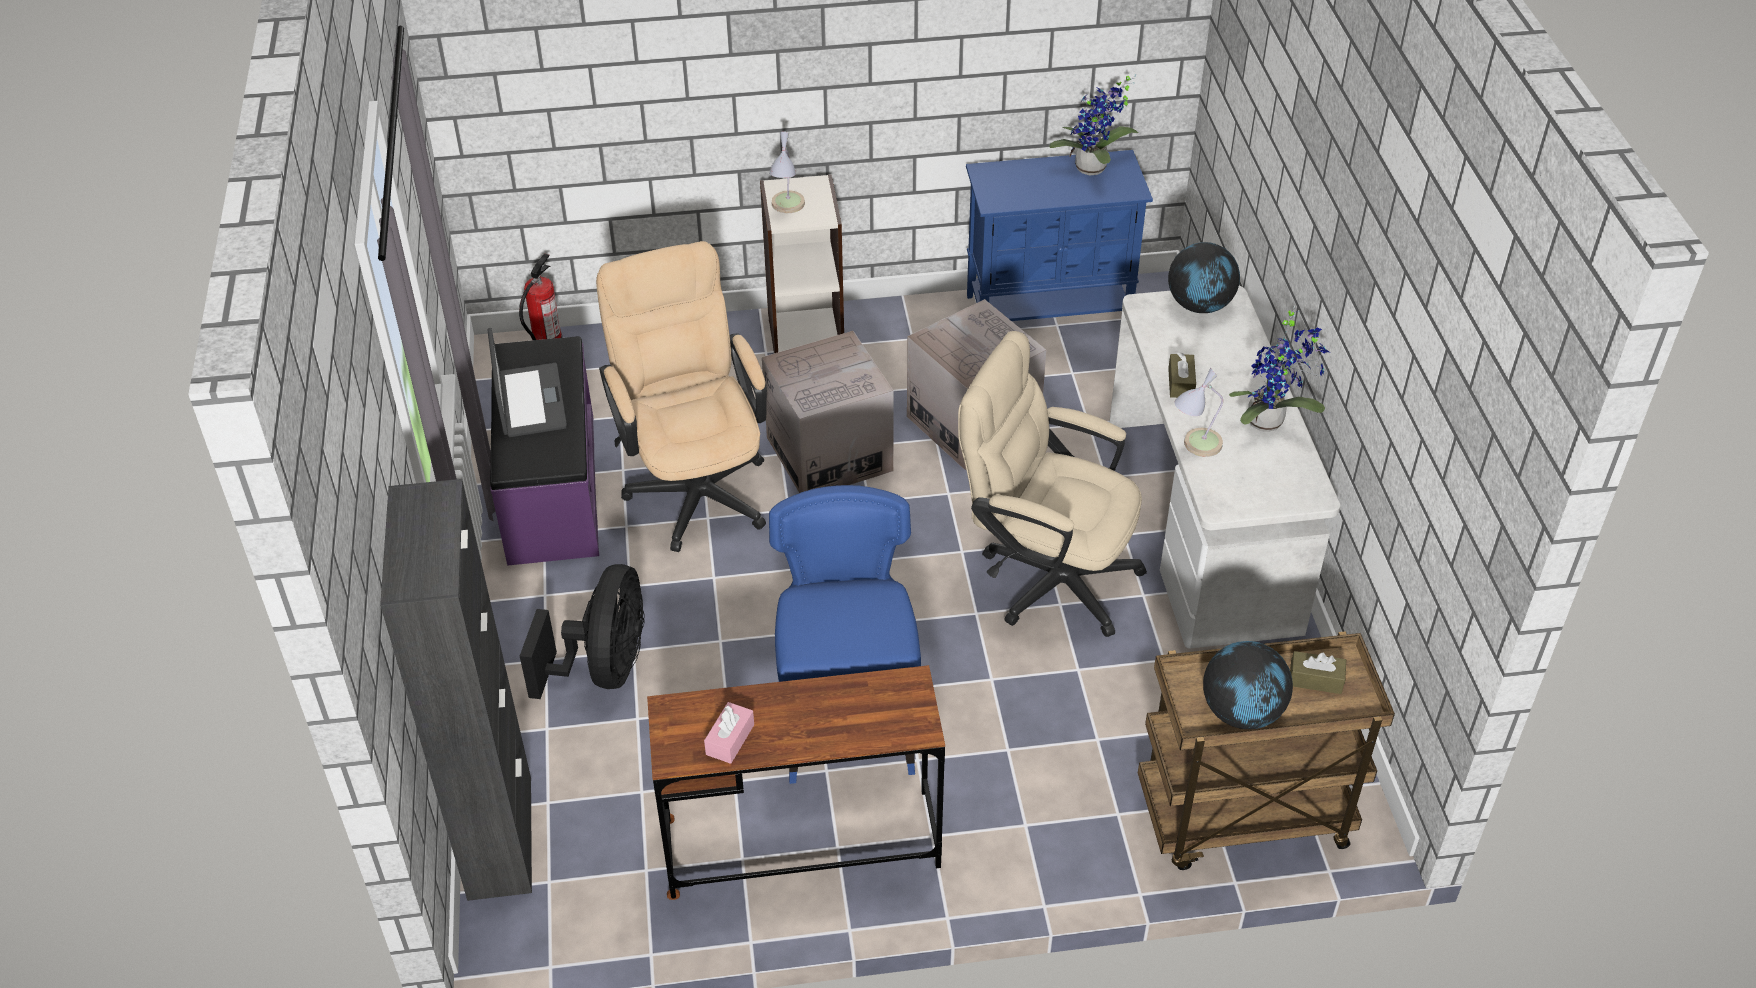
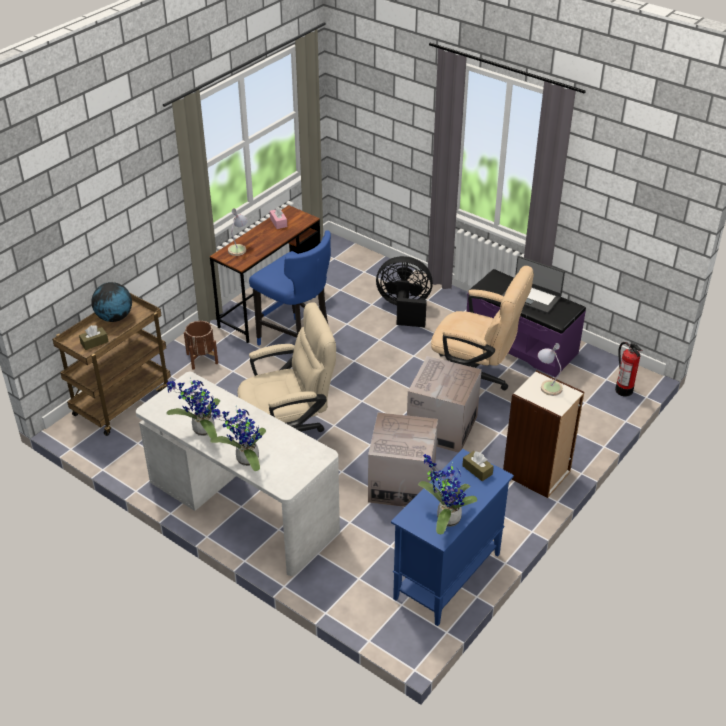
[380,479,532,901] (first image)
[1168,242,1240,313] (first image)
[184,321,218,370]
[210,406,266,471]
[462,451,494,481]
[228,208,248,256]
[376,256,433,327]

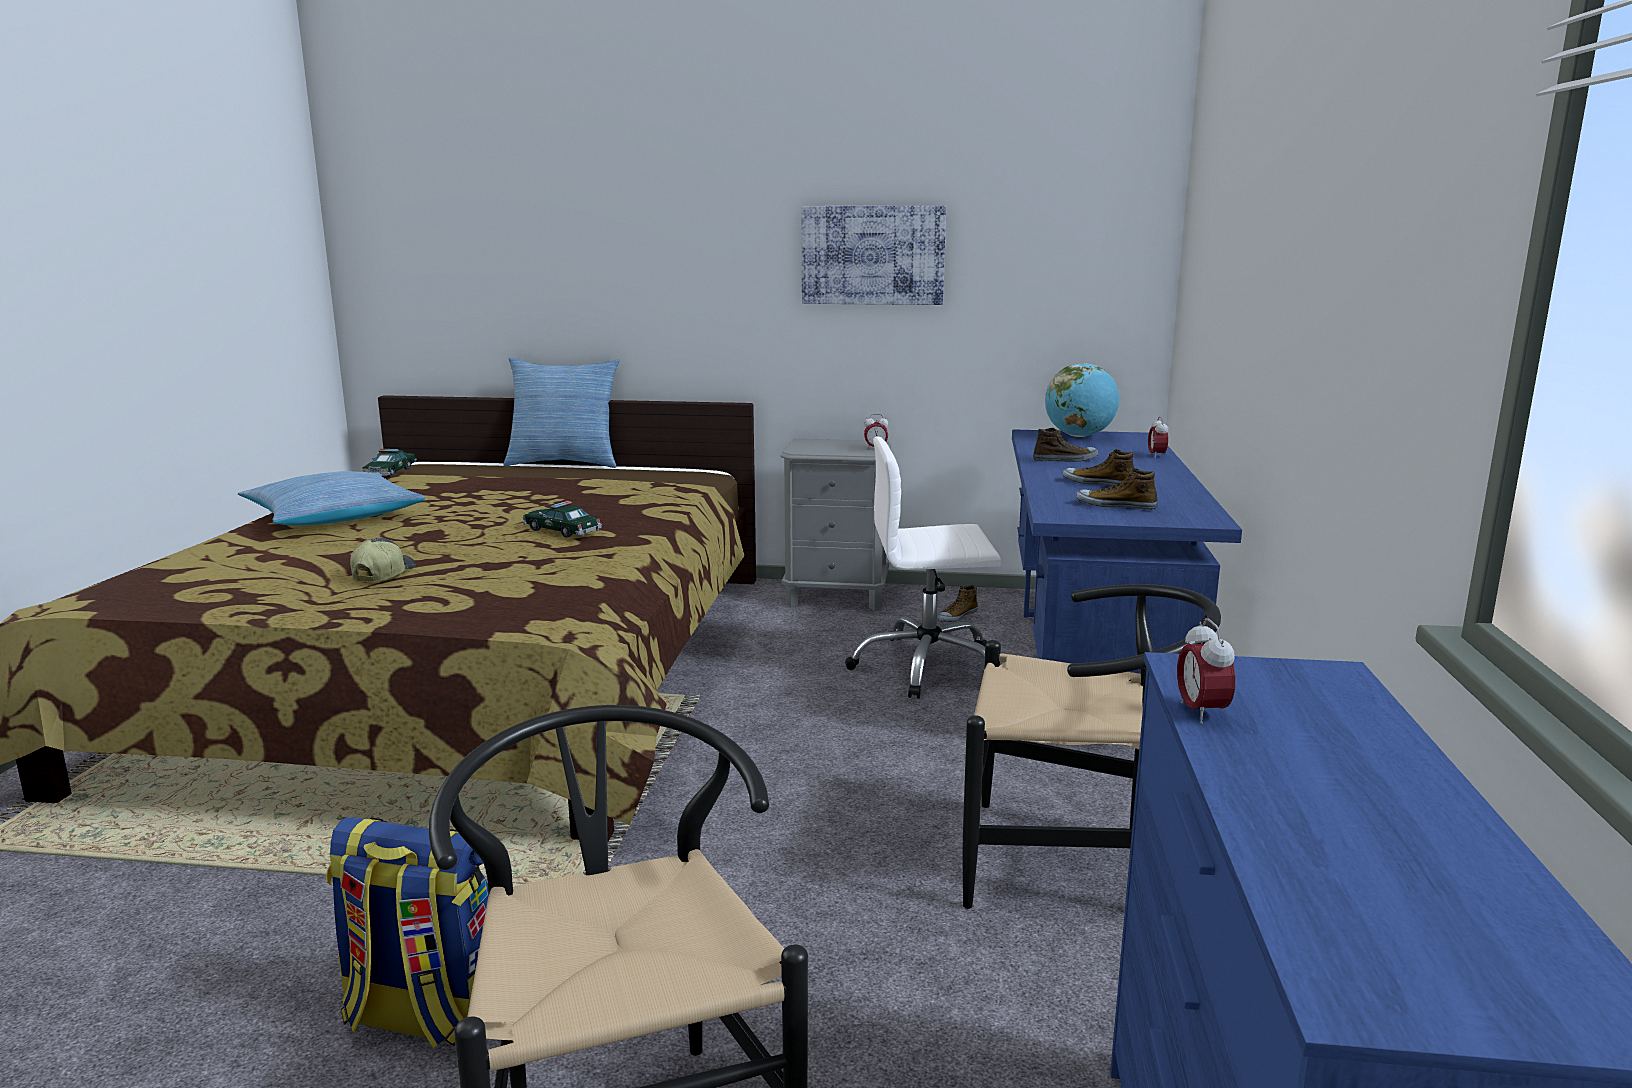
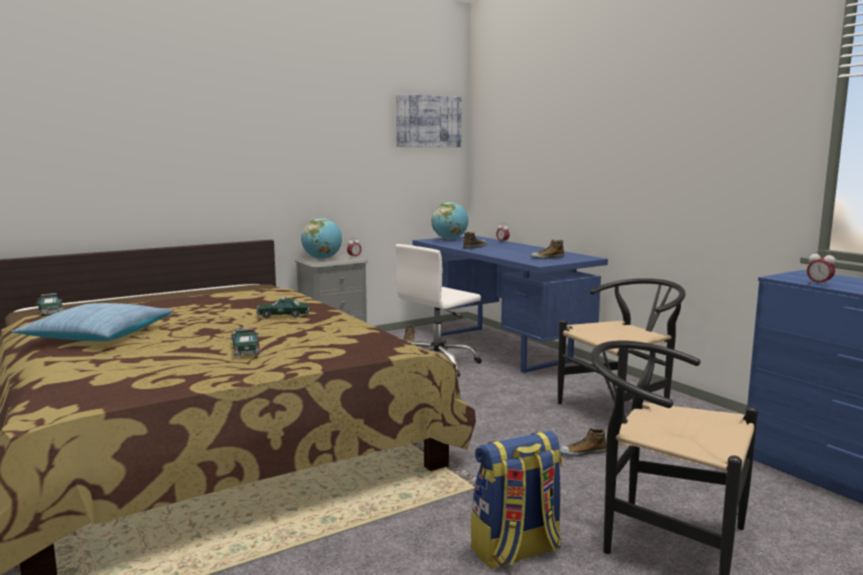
[504,357,620,468] (first image)
[301,218,342,259]
[396,94,461,147]
[560,428,606,457]
[231,328,261,356]

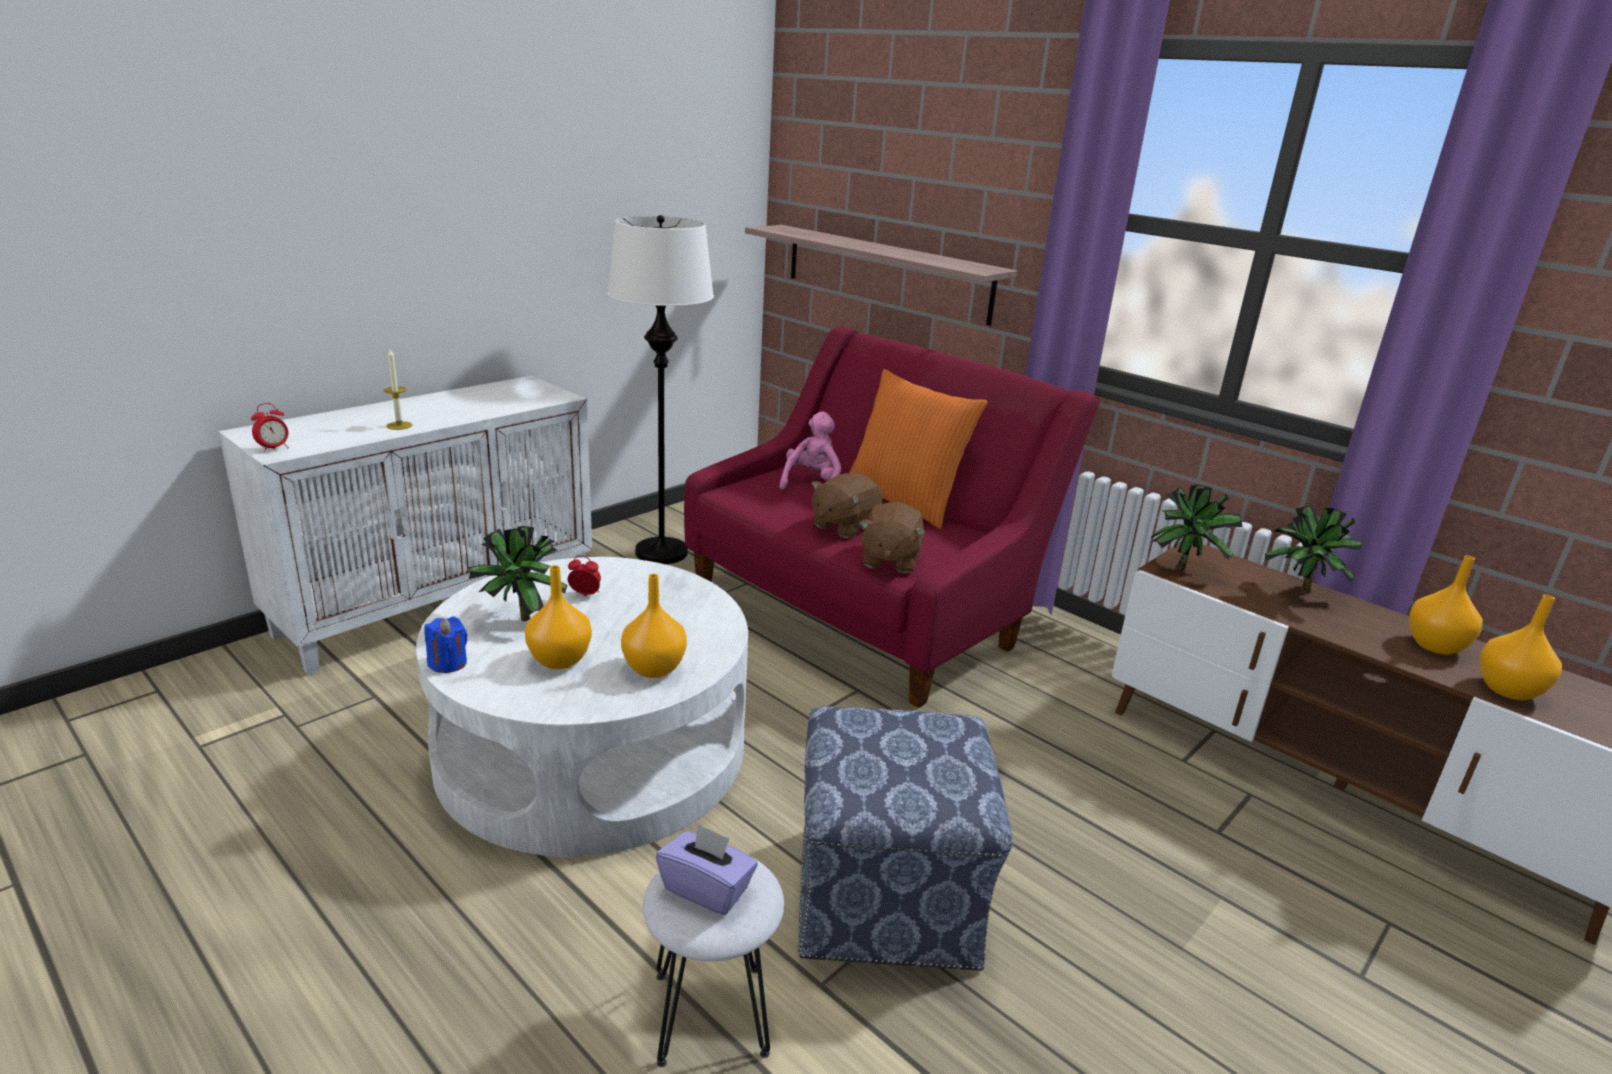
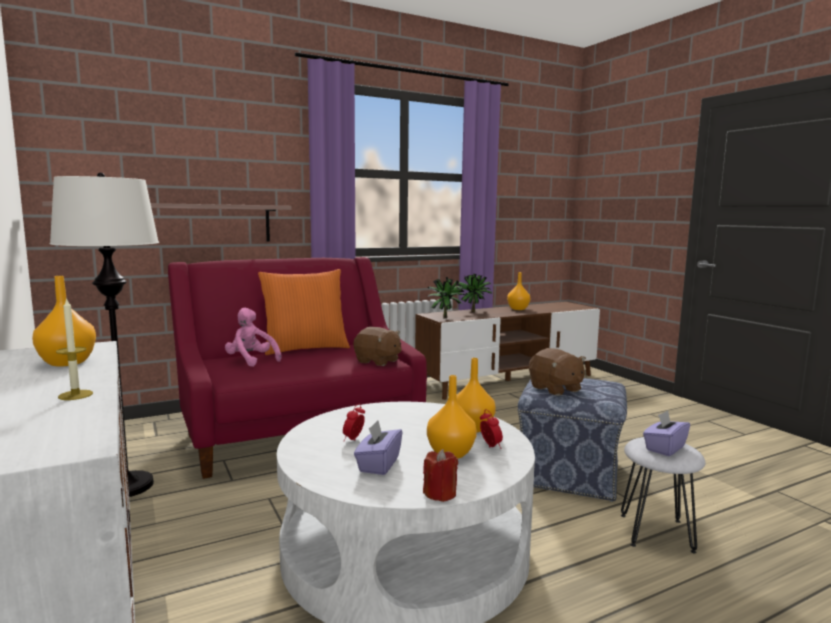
[480,409,503,449]
[529,348,586,396]
[32,276,96,367]
[354,420,402,475]
[423,449,458,502]

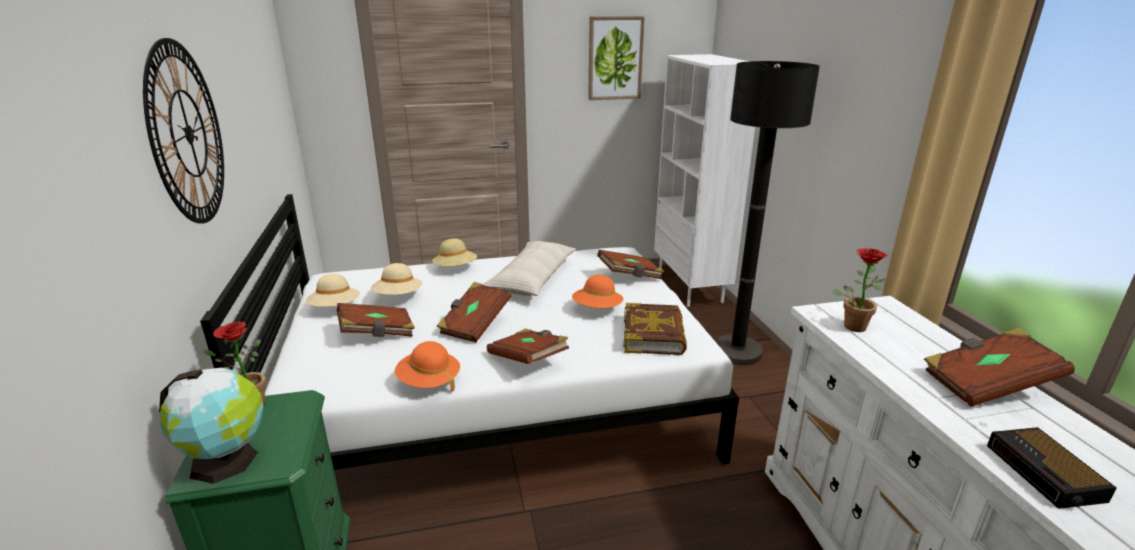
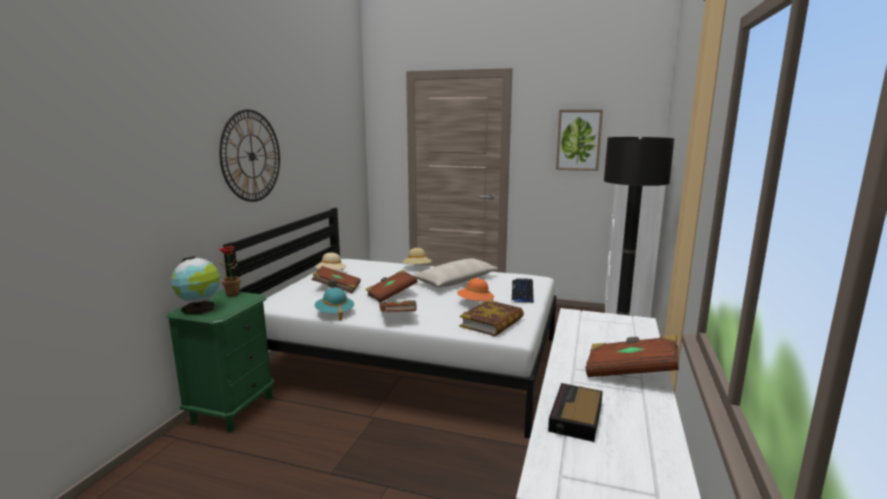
[371,263,422,295] (first image)
[832,248,888,332] (first image)
[512,278,534,303]
[315,287,354,320]

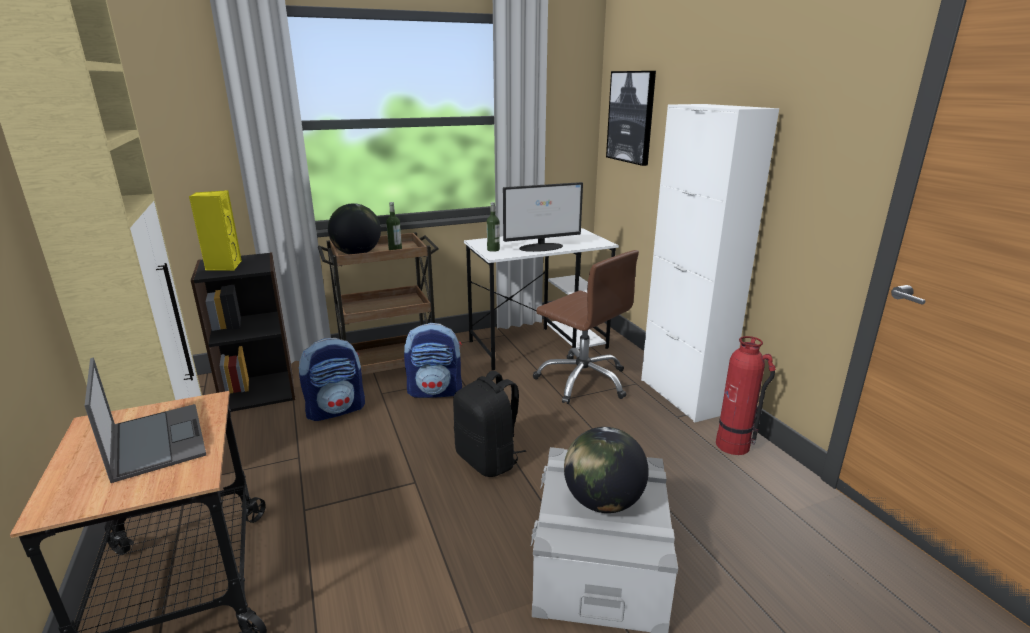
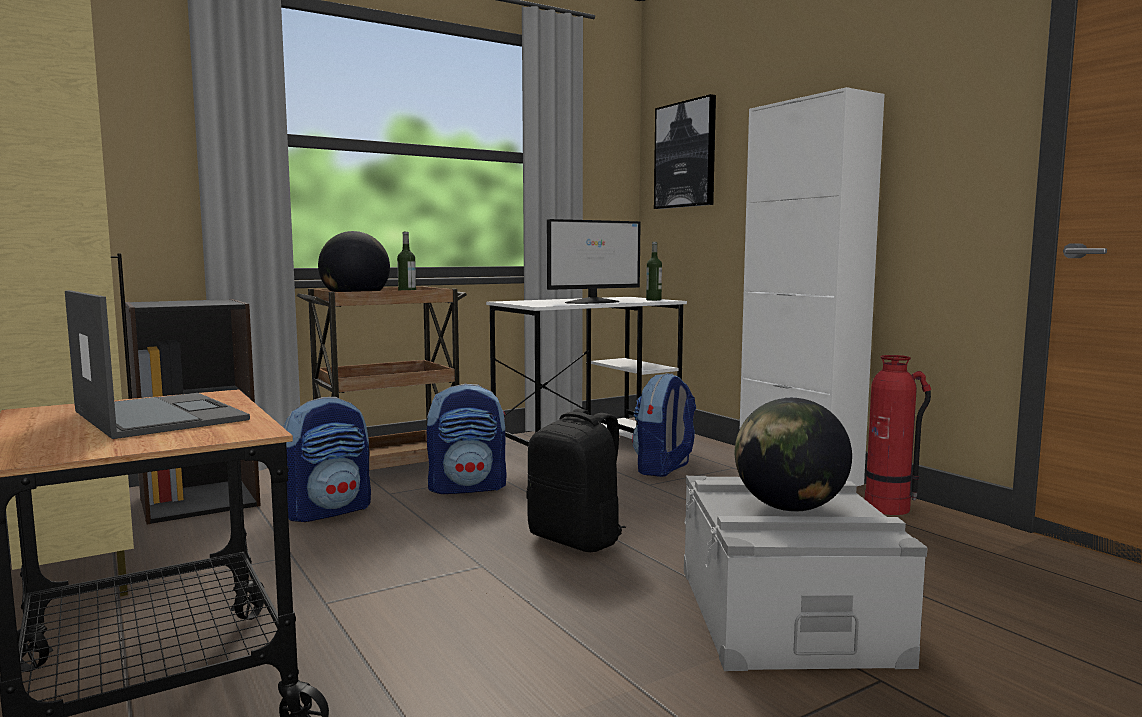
[189,190,242,271] (first image)
[646,242,662,301]
[632,373,696,477]

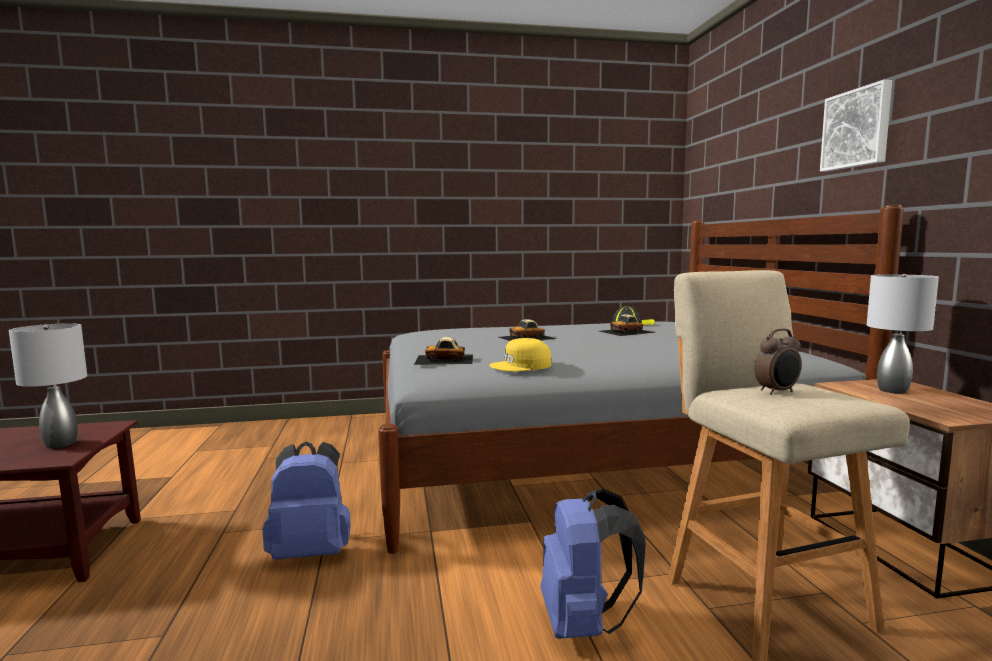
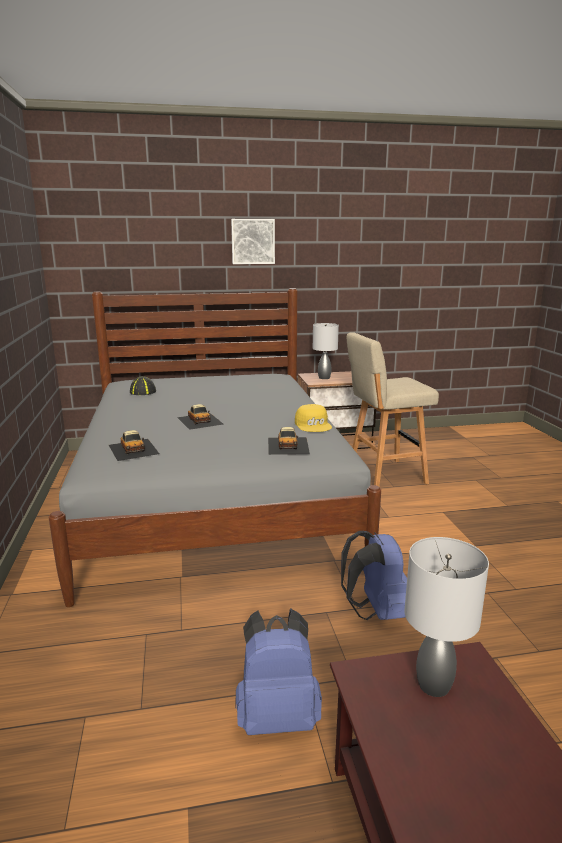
[754,328,802,395] (first image)
[235,608,322,735]
[109,430,159,461]

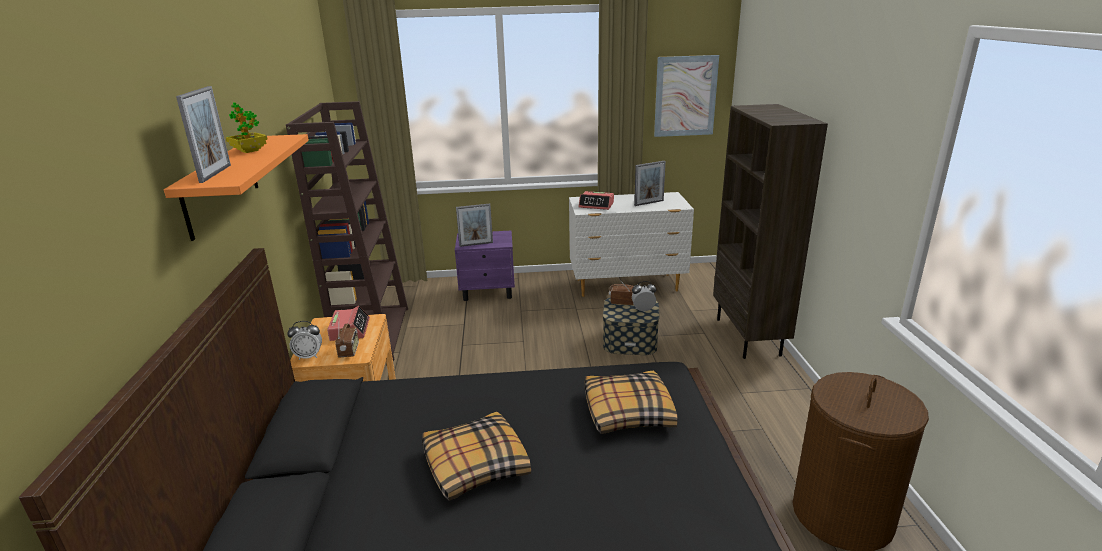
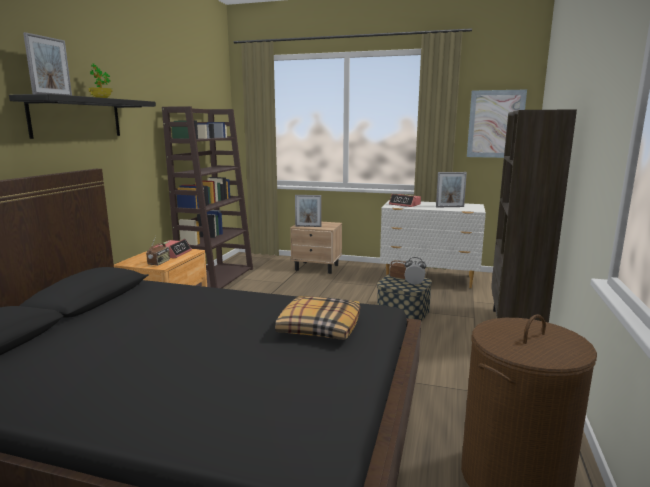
[287,321,322,360] (first image)
[422,412,531,501] (first image)
[9,94,156,139]
[290,222,342,274]

